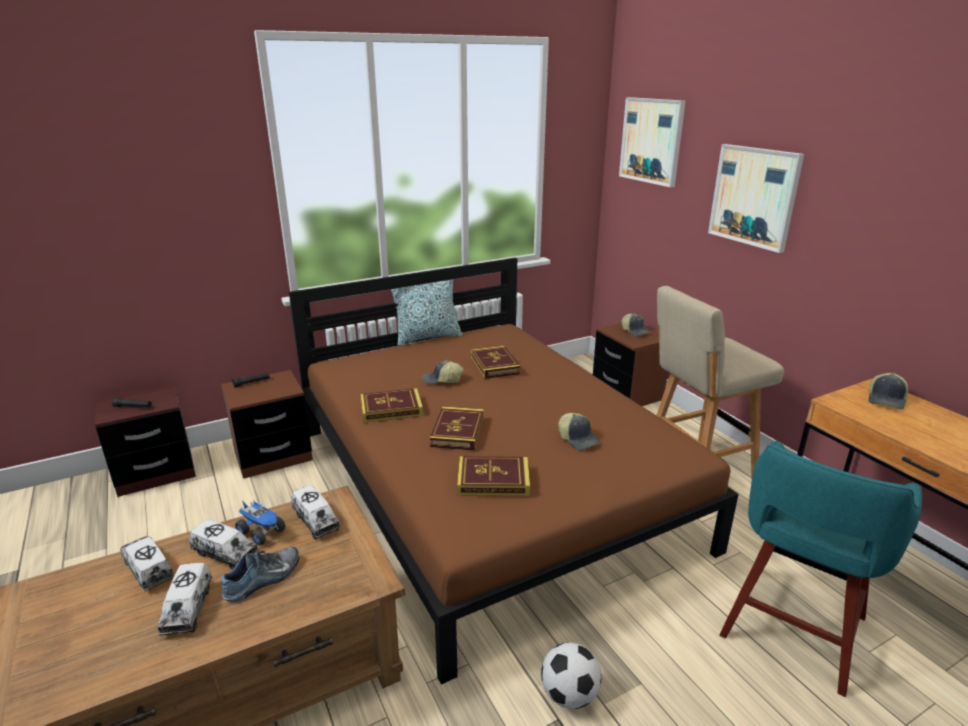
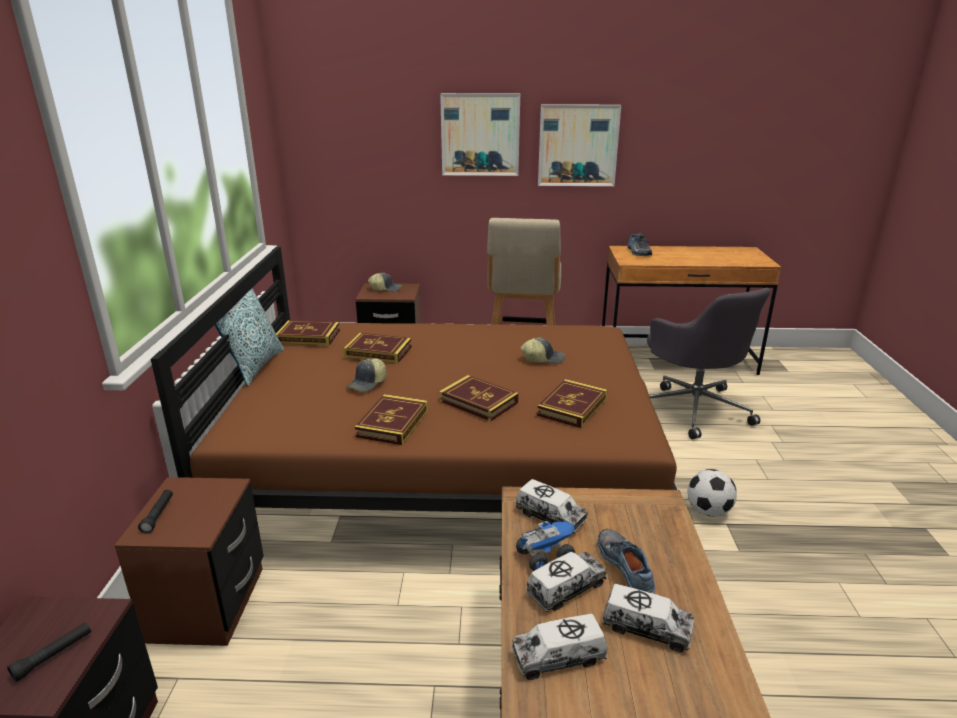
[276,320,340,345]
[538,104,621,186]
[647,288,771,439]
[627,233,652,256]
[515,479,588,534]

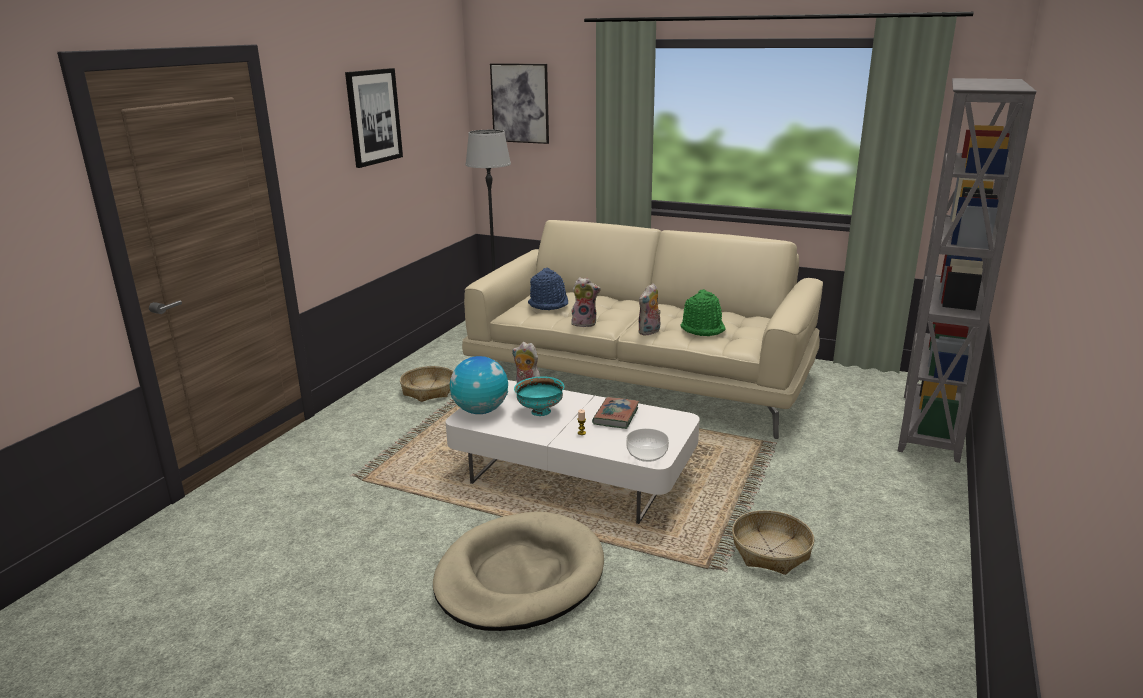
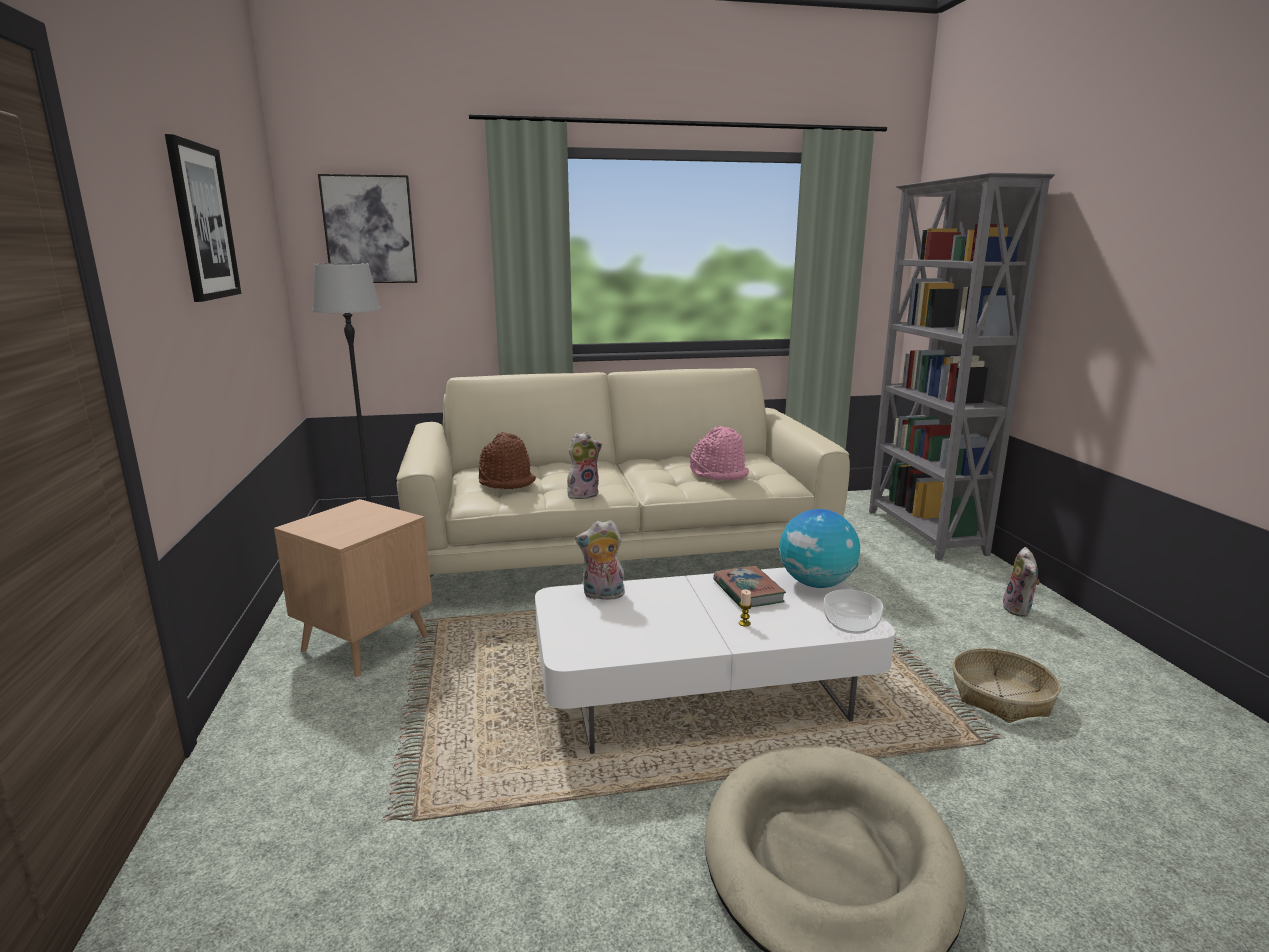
[514,376,564,416] (first image)
[779,509,860,588]
[1003,547,1040,617]
[274,499,432,678]
[479,432,536,489]
[690,426,749,480]

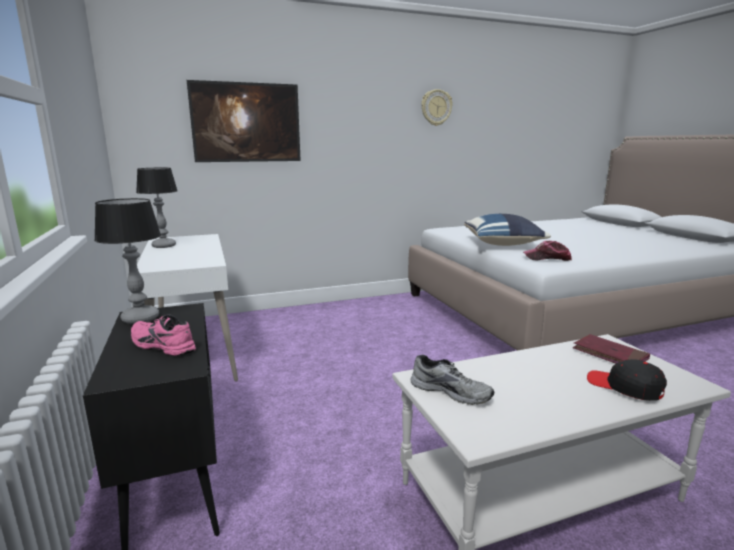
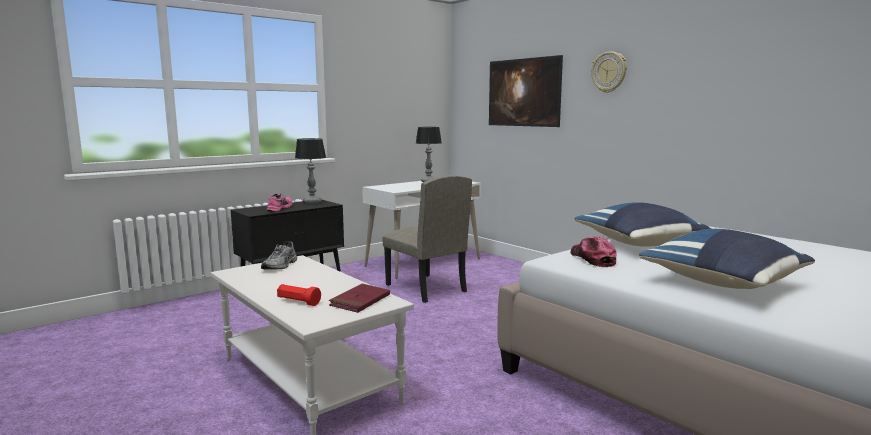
[382,175,472,303]
[639,229,815,289]
[591,51,627,93]
[277,284,321,306]

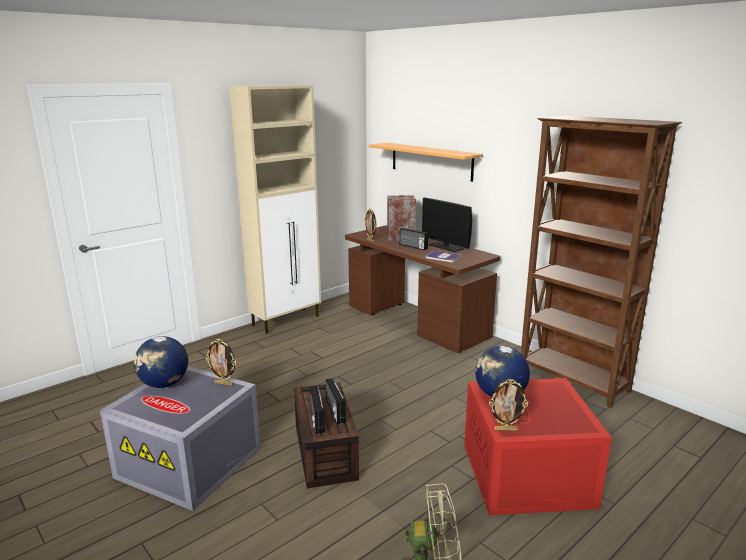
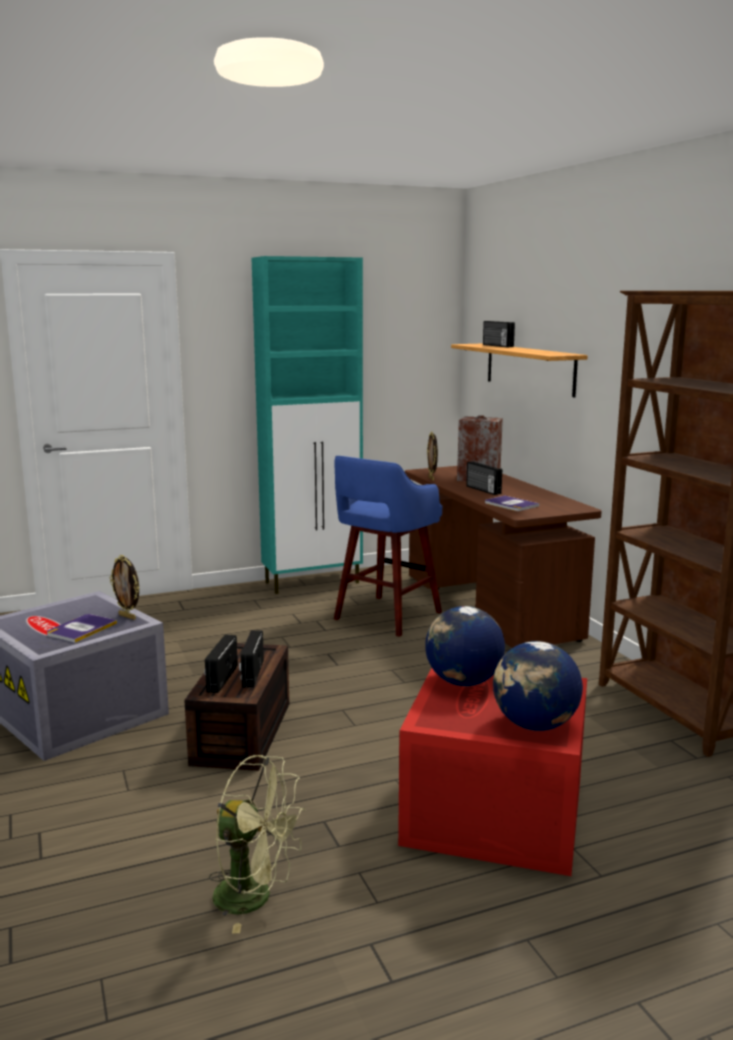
[422,197,472,252] (first image)
[489,379,528,431] (first image)
[47,614,117,643]
[334,456,442,637]
[483,321,515,347]
[493,641,583,731]
[252,256,363,594]

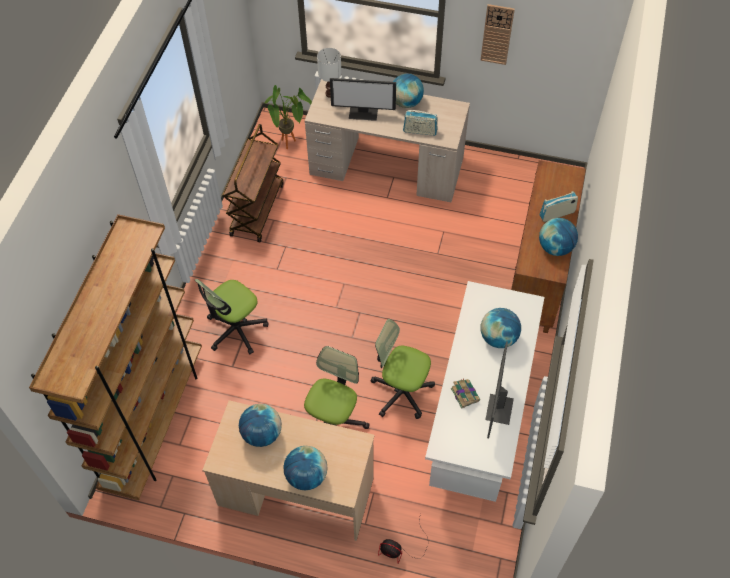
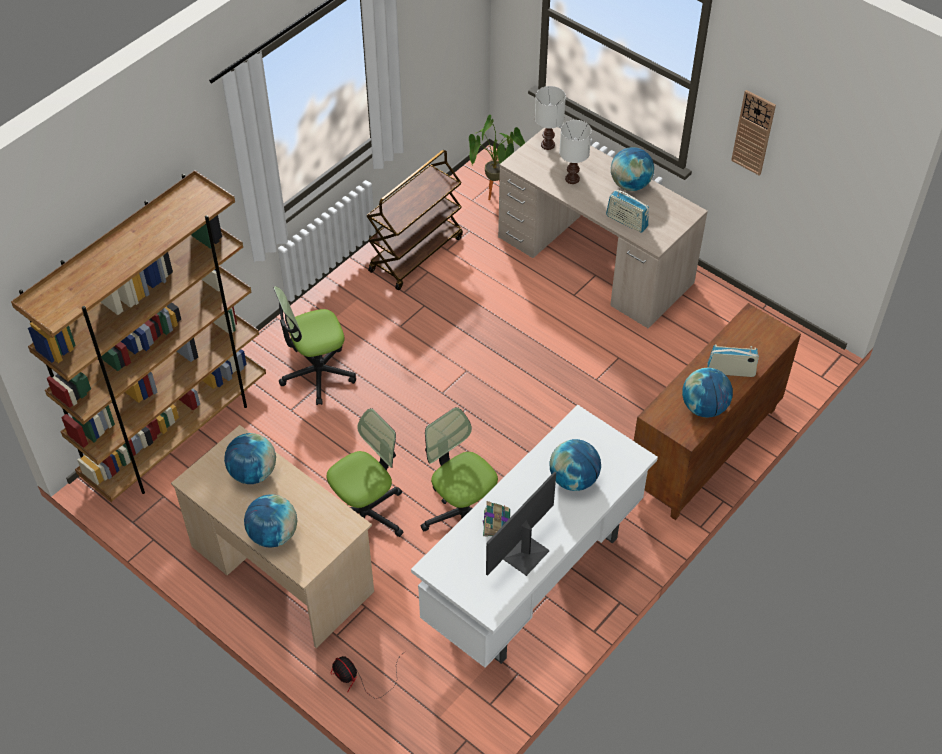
[559,120,592,184]

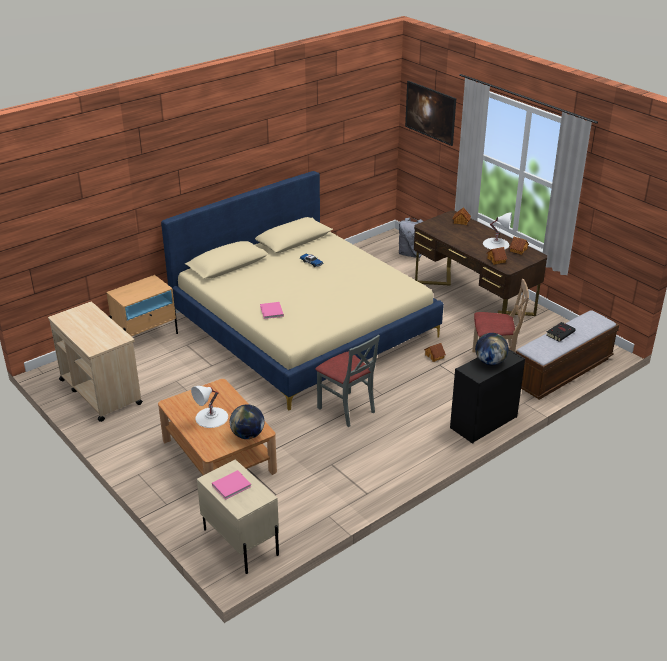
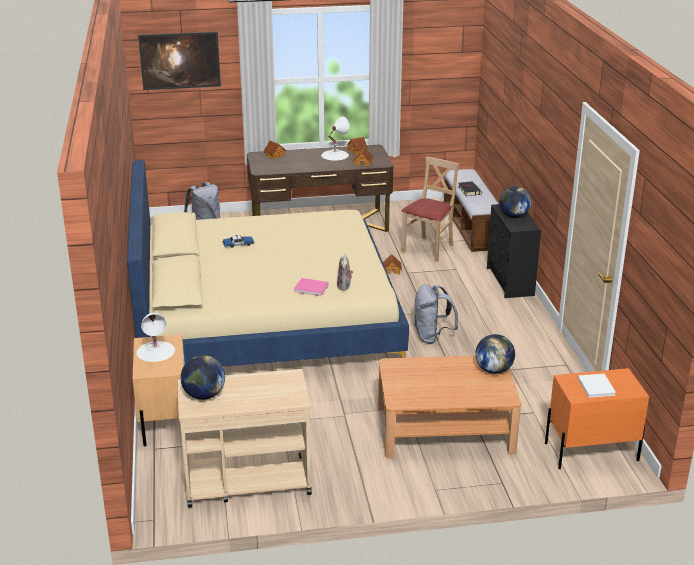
[181,355,225,400]
[337,254,353,291]
[136,313,175,362]
[414,284,458,344]
[545,368,649,469]
[578,374,616,398]

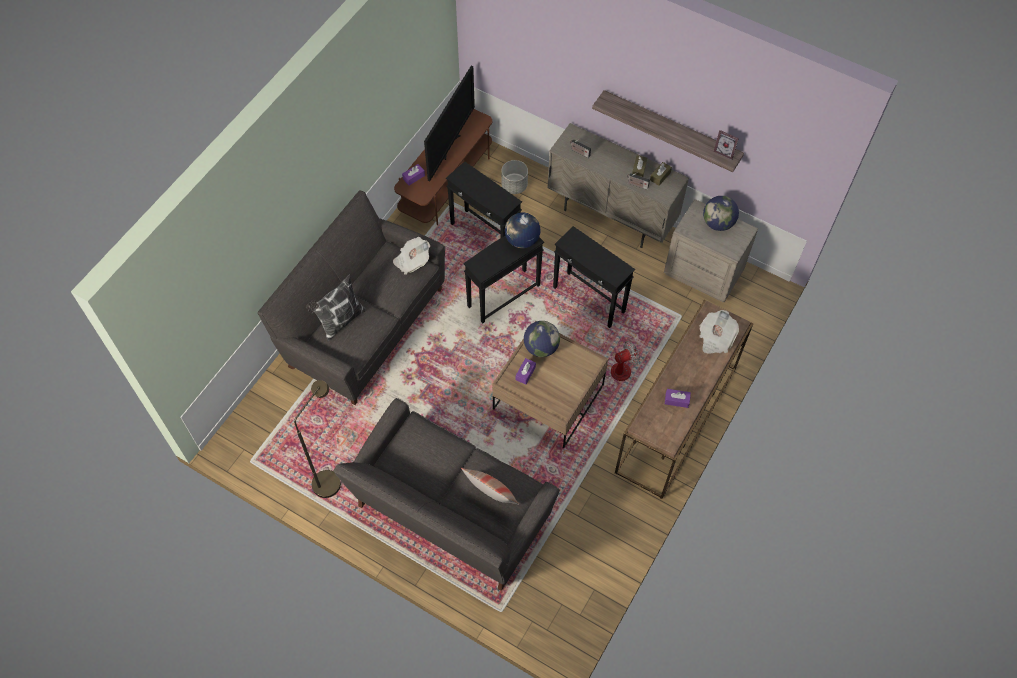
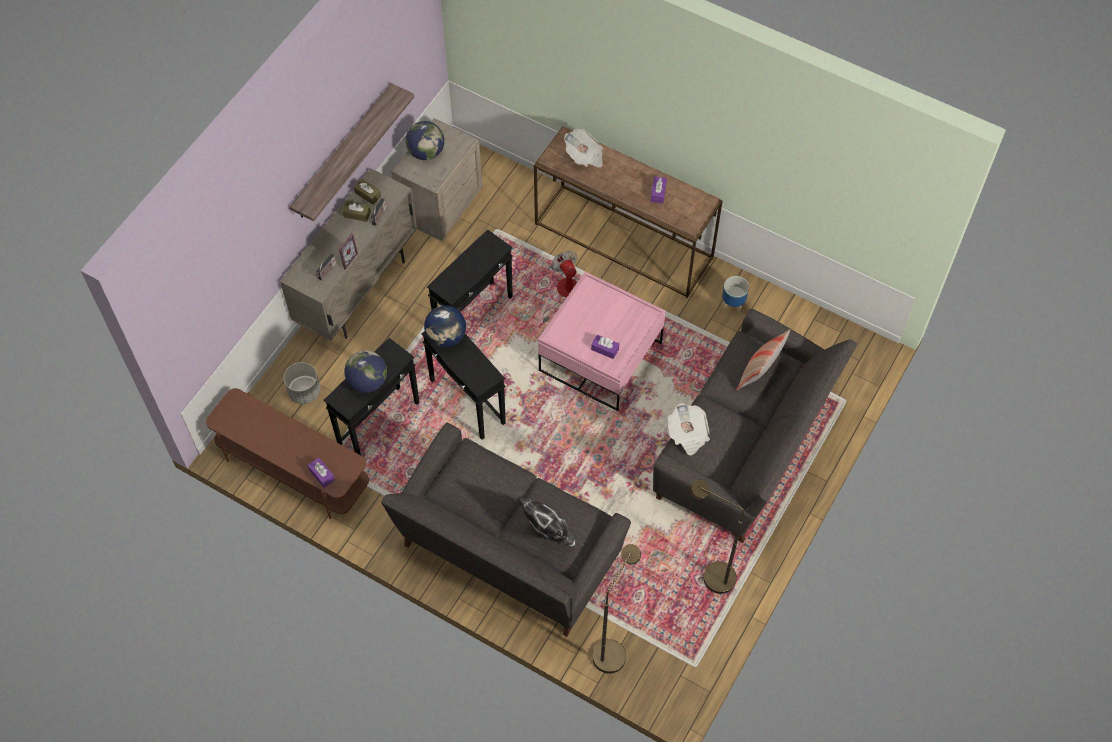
[424,66,475,181] (first image)
[592,544,641,674]
[722,276,749,314]
[668,403,710,455]
[344,350,387,393]
[339,233,358,270]
[538,271,666,411]

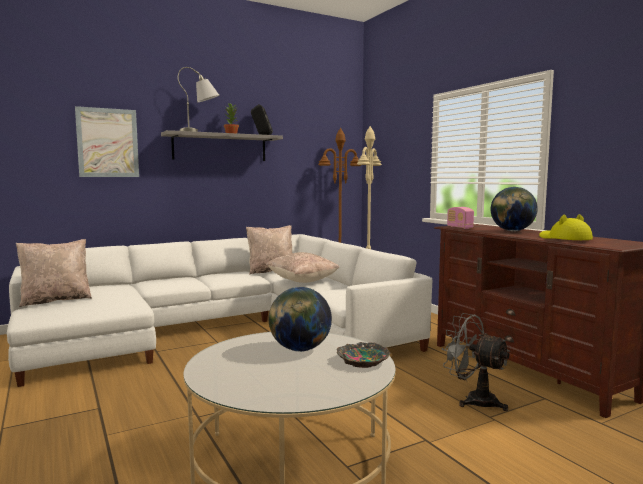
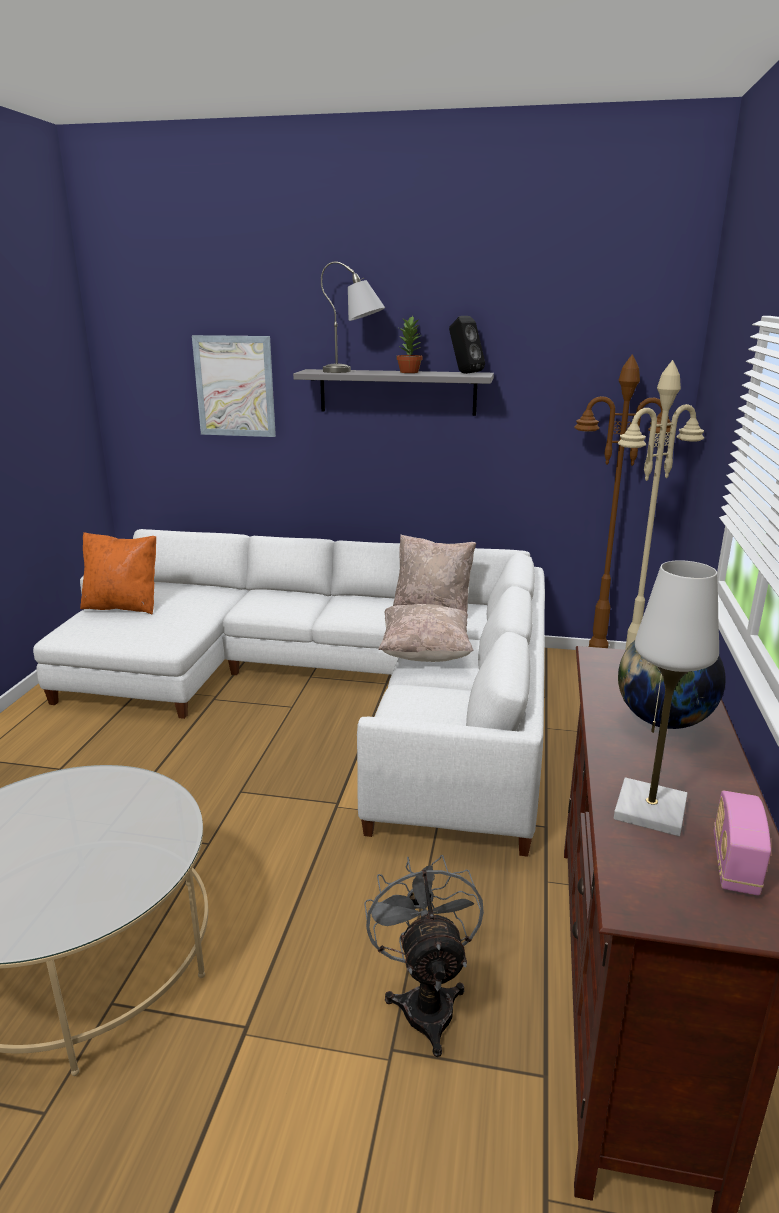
[269,287,332,352] (first image)
[337,342,390,368] (first image)
[714,791,771,896]
[614,560,719,836]
[80,532,156,615]

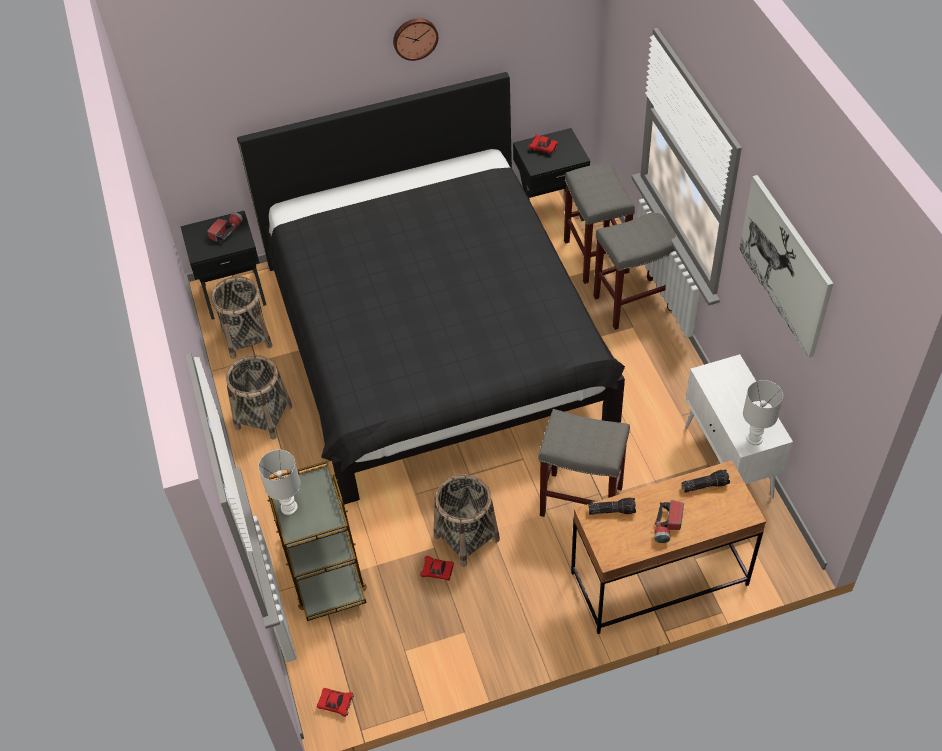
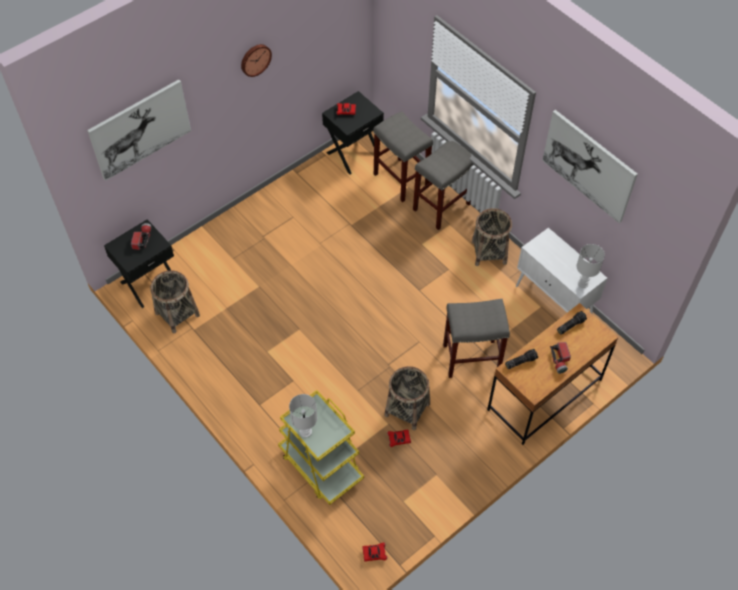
[237,72,625,505] (first image)
[87,79,191,181]
[472,208,512,266]
[278,390,364,505]

